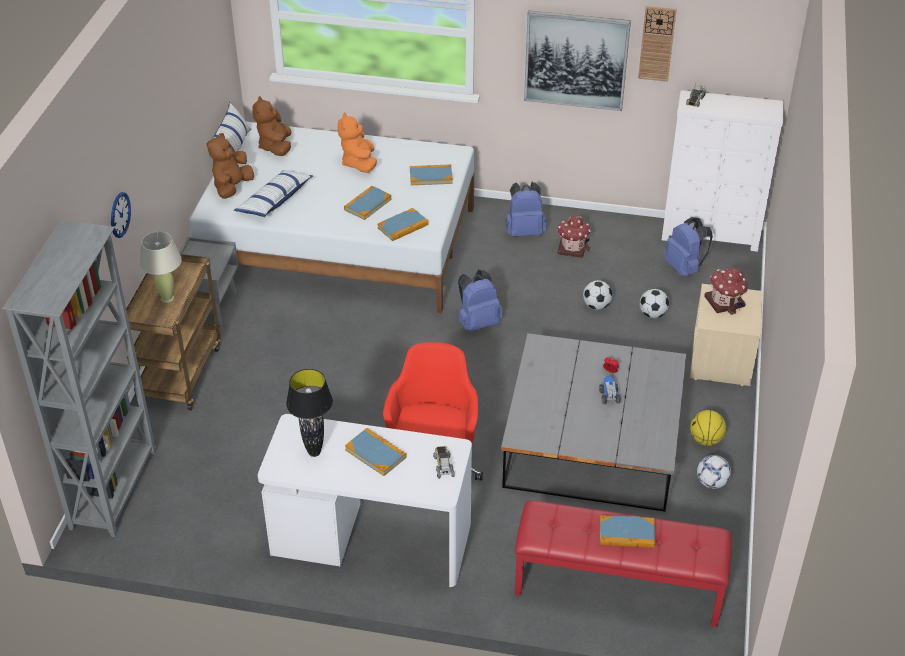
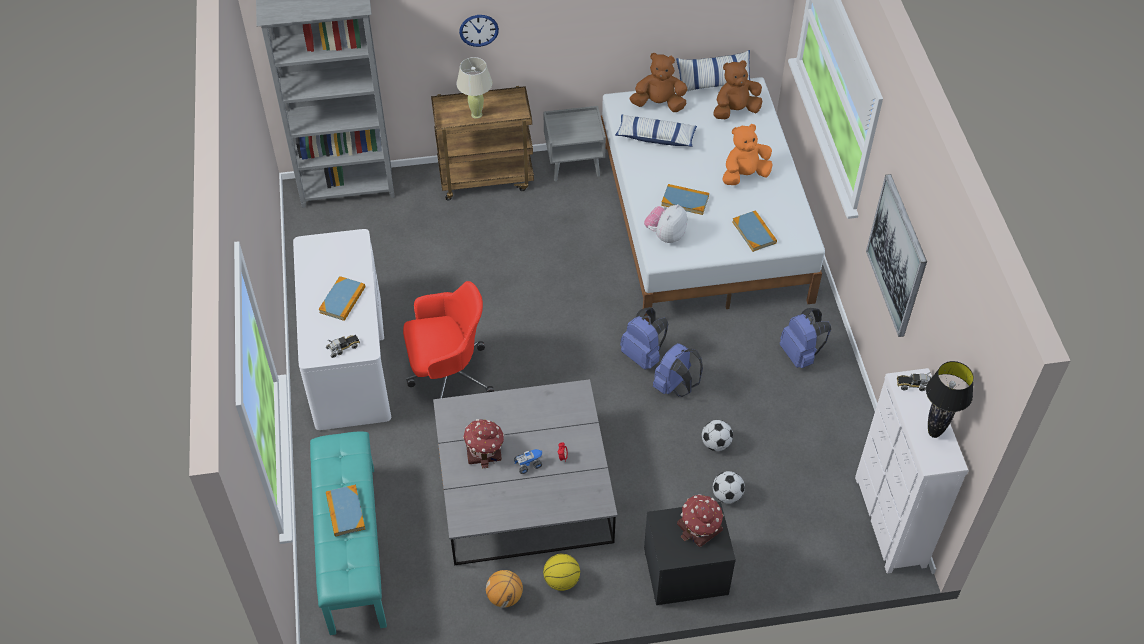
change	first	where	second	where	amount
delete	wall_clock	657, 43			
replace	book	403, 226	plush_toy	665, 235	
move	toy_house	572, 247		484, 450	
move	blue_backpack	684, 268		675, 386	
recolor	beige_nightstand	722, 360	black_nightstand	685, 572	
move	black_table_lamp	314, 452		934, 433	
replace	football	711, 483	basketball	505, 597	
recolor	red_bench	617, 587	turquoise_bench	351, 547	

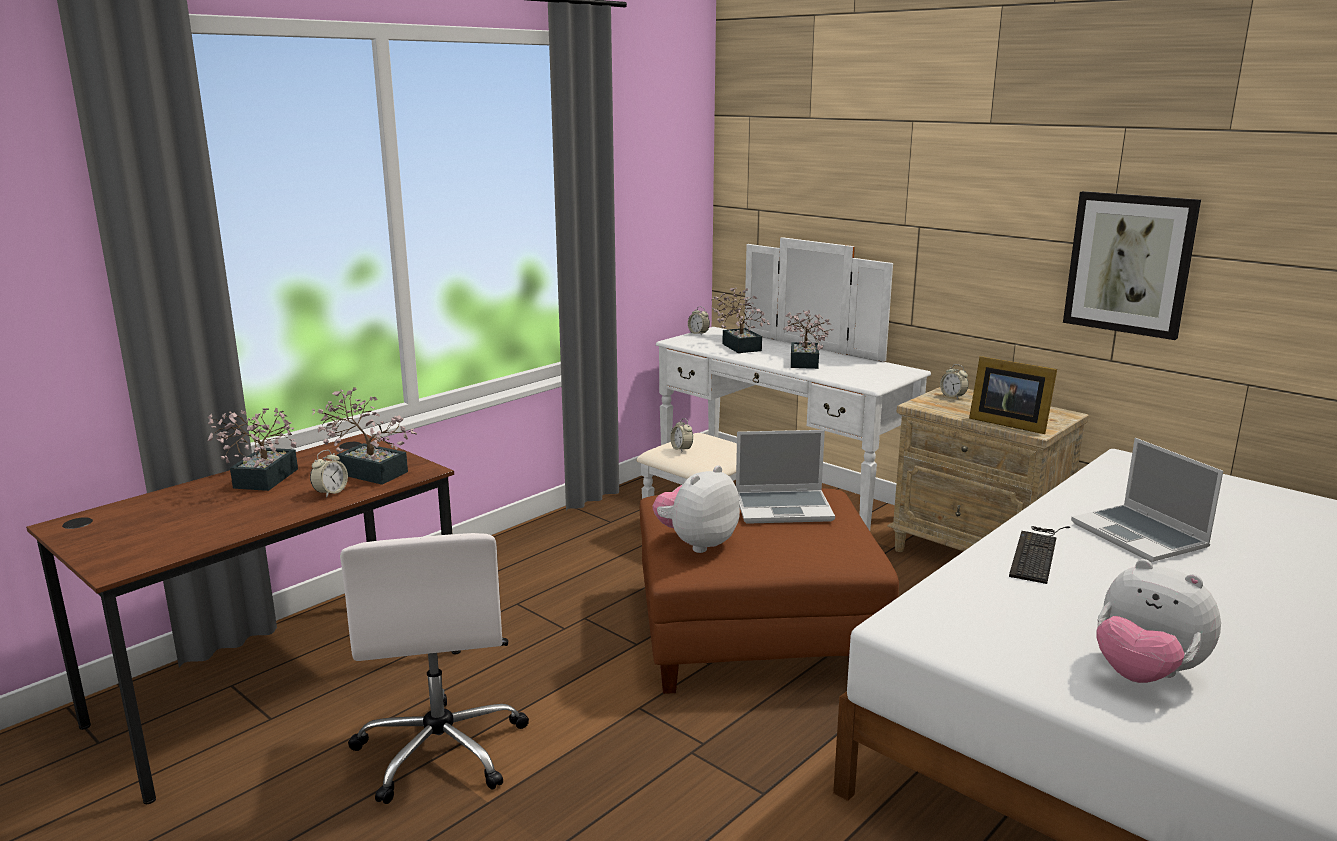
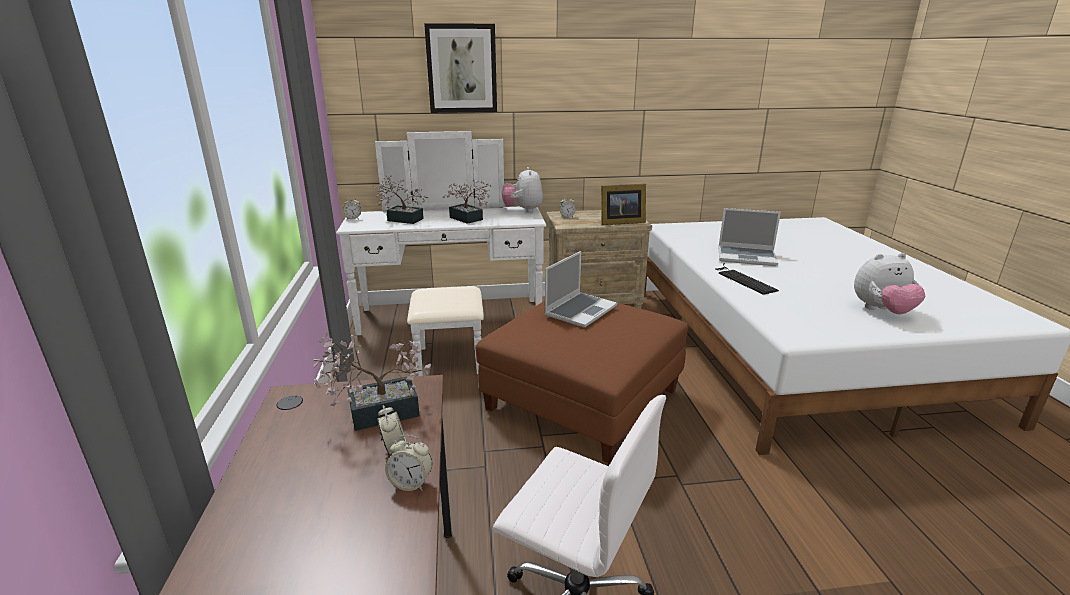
change	first	where	second	where	amount
move	picture	1129, 263		462, 69	
delete	potted_plant	261, 481			
move	alarm_clock	681, 449		411, 483	
move	plush_toy	696, 543		523, 210	

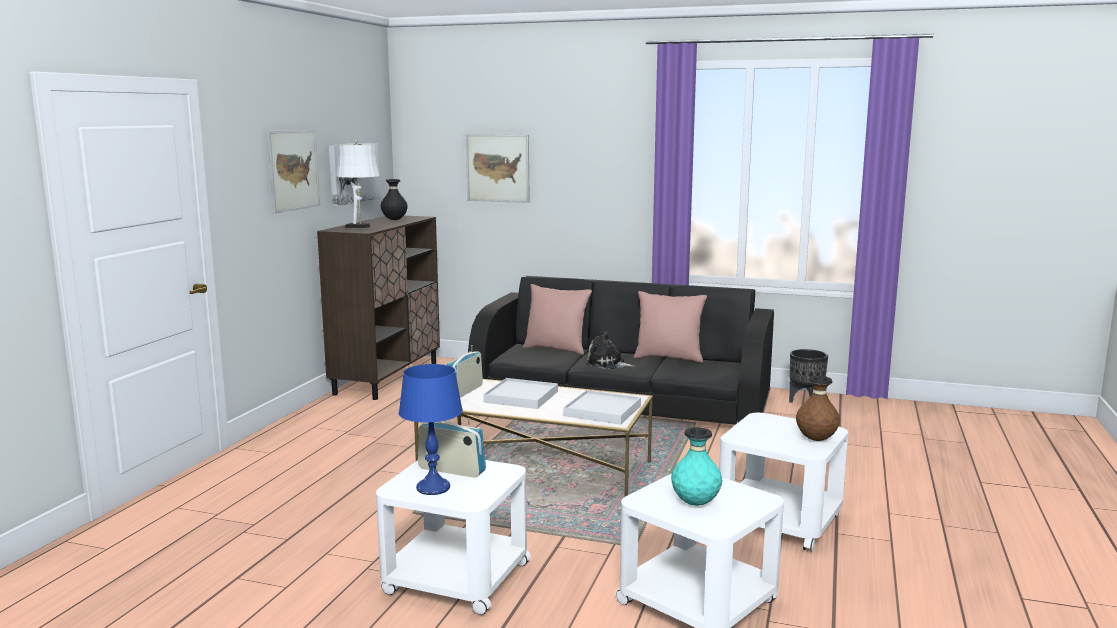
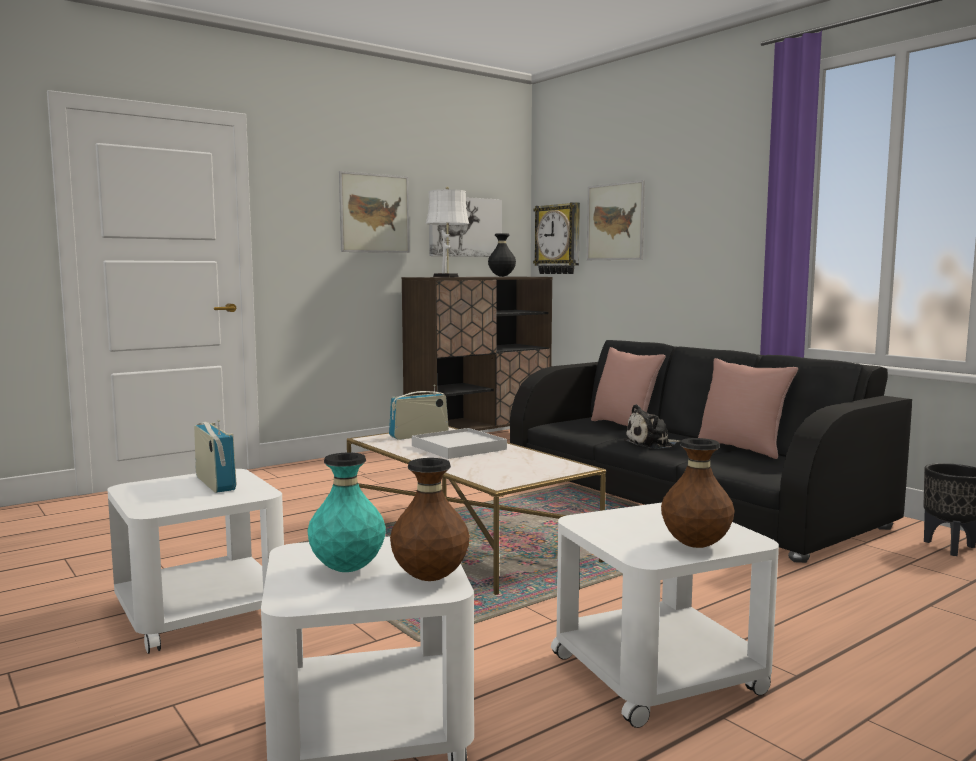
change	first	where	second	where	amount
rotate	plush_toy	607, 364		651, 444	75 degrees counterclockwise
delete	blue_table_lamp	433, 488			
delete	white_tray	603, 411			
insert			wall_clock	558, 239	
insert			brown_vase	430, 578	

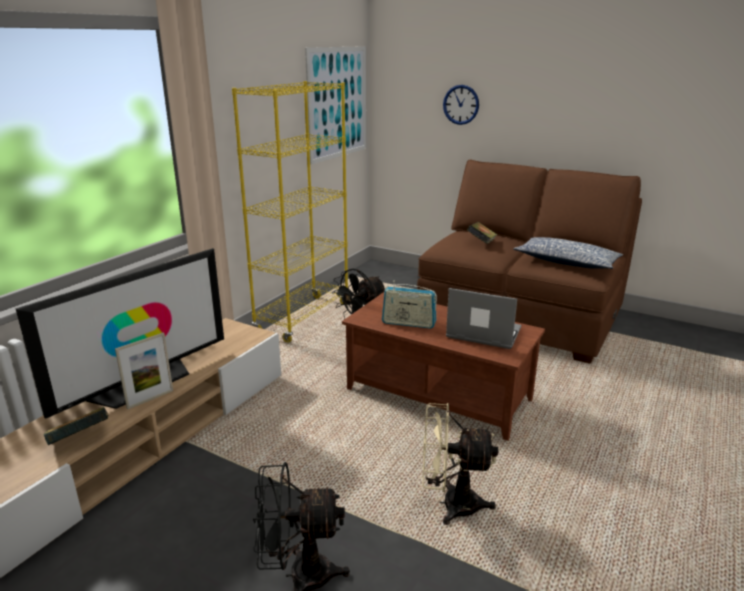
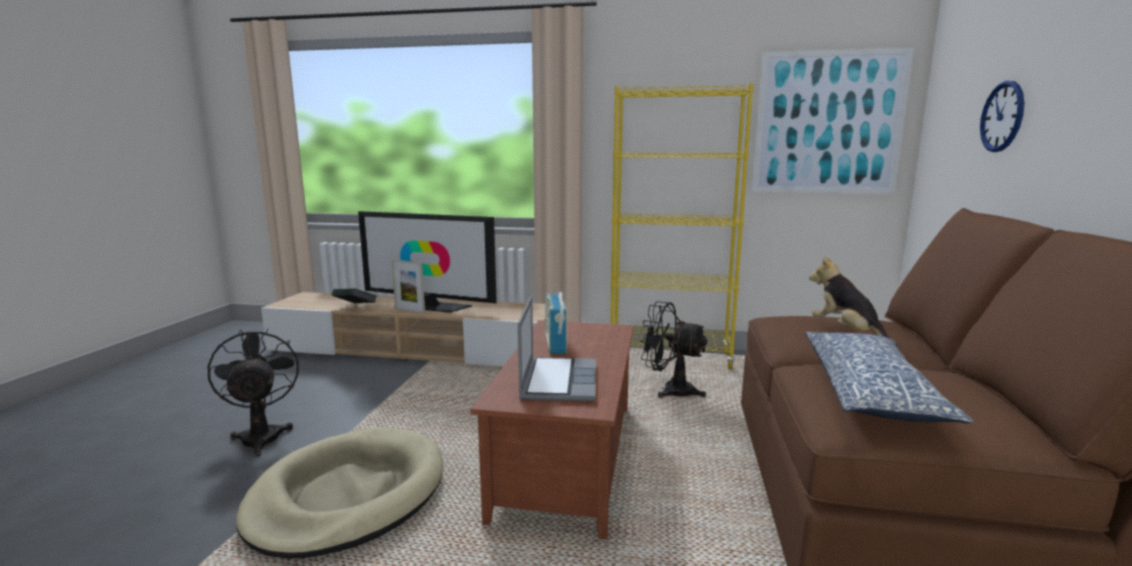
change	first	where	second	where	amount
replace	book	481, 243	plush_toy	847, 332	
replace	beige_fan	450, 504	beige_dog_bed	348, 495	

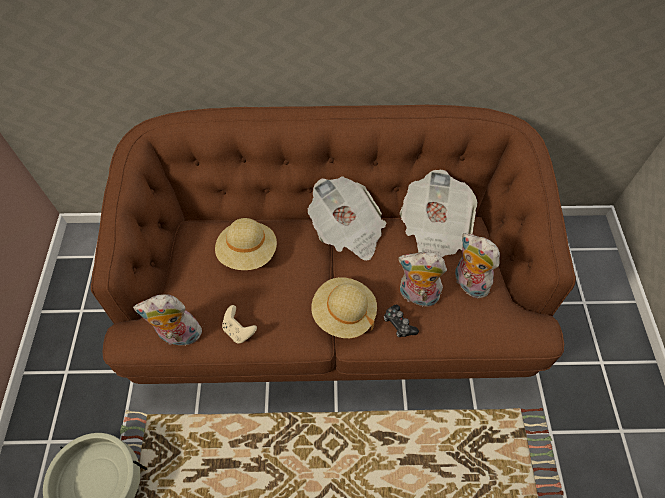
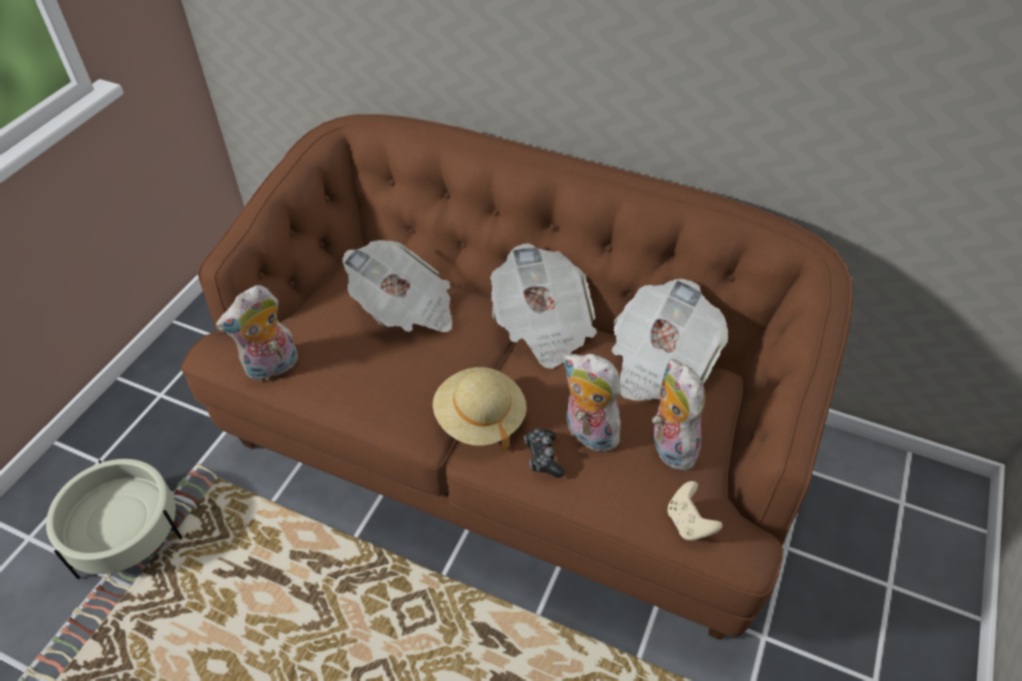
change	first	where	second	where	amount
replace	beige_hat	248, 253	newspaper	405, 309	
rotate	plush_toy	179, 336		272, 368	60 degrees counterclockwise
move	beige_game_controller	239, 330		688, 523	

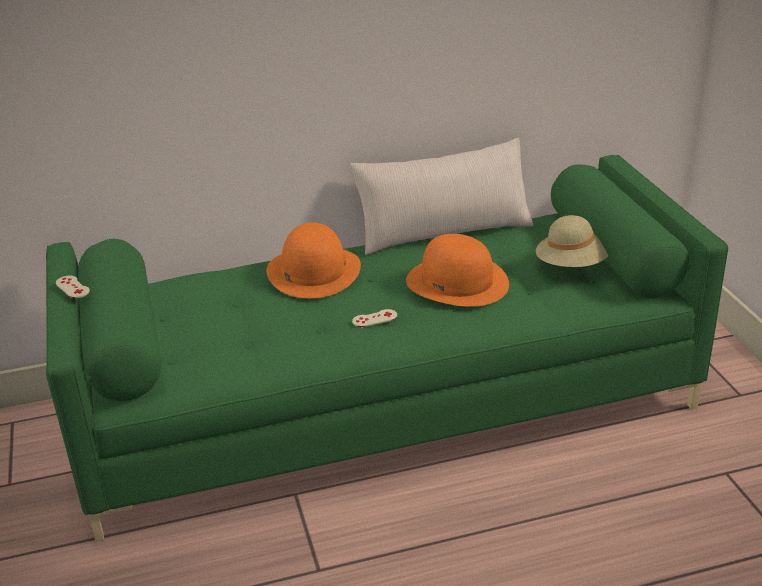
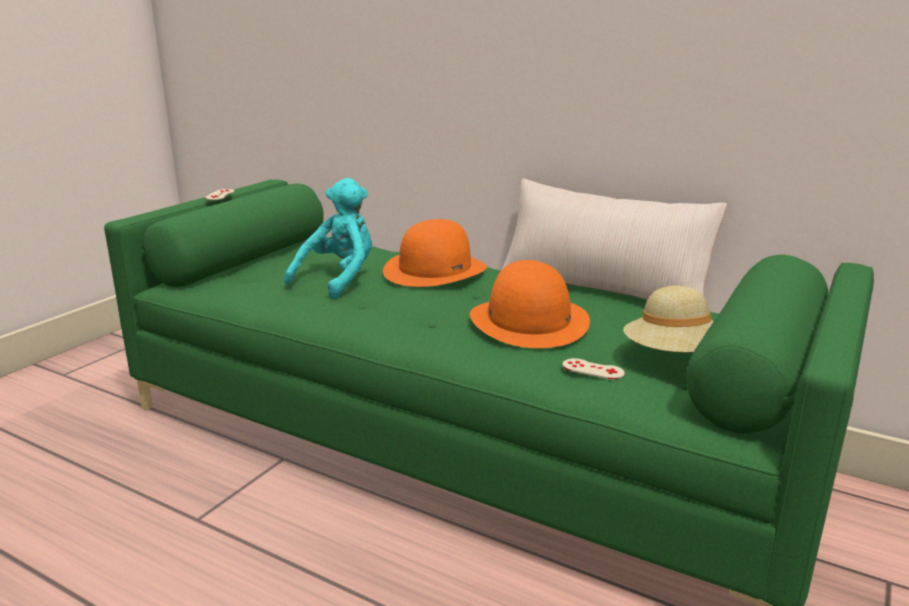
change	first	where	second	where	amount
move	beige_game_controller	374, 318		593, 369	
insert			turquoise_plush_toy	339, 279	

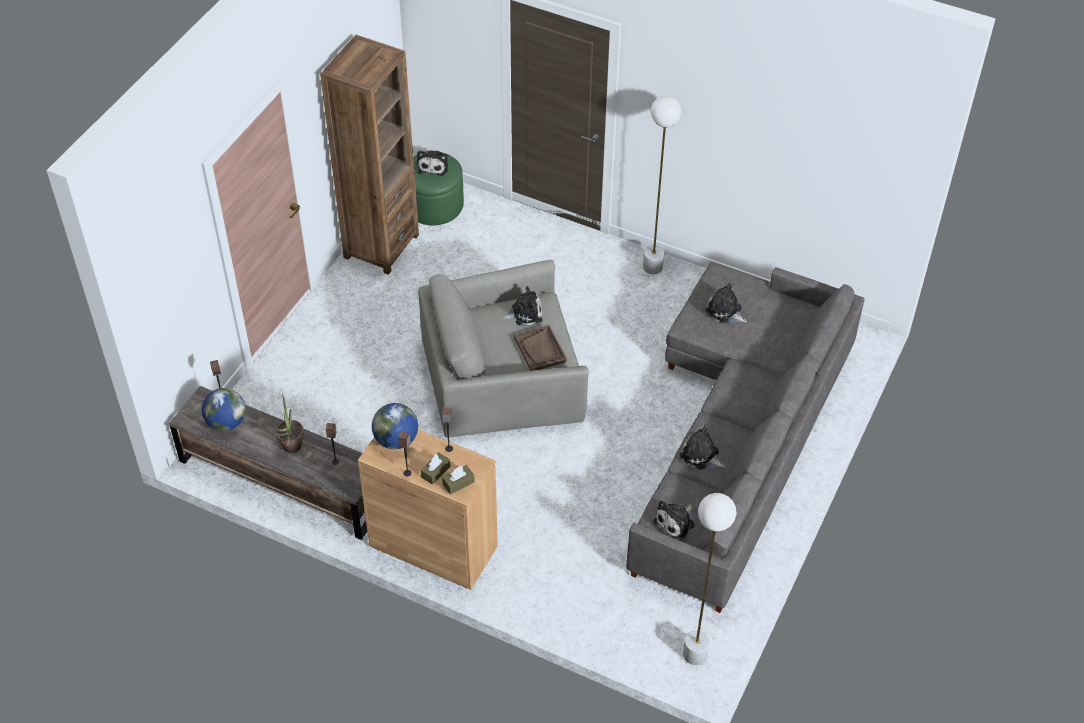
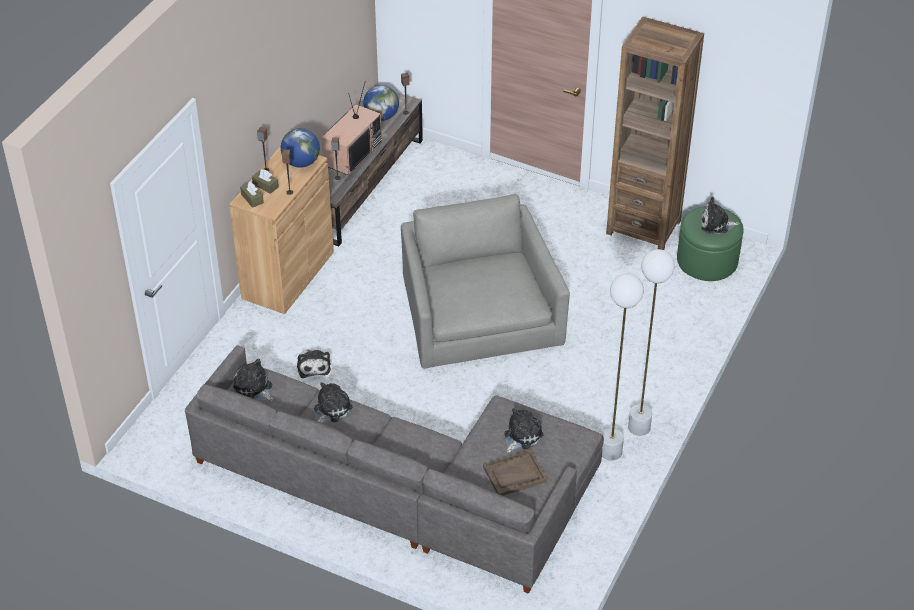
change	first	where	second	where	amount
move	plush_toy	524, 313		313, 366	
move	brown_tray	540, 350		514, 474	
replace	potted_plant	291, 449	television	352, 152	
move	white_floor_lamp	694, 654		610, 452	

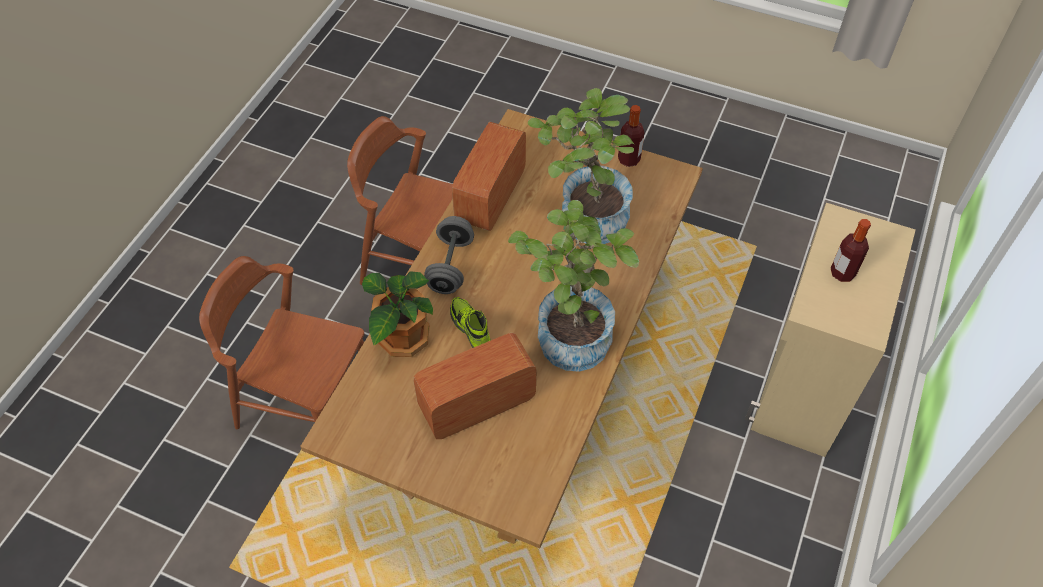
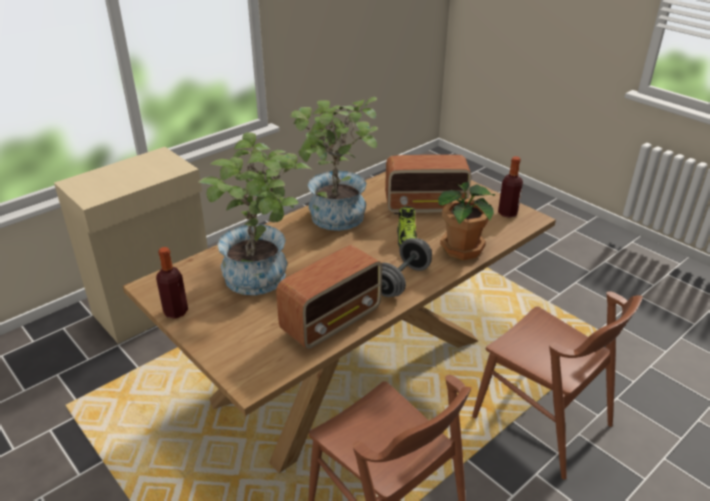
change	first	where	second	where	amount
move	bottle	842, 273		507, 213	

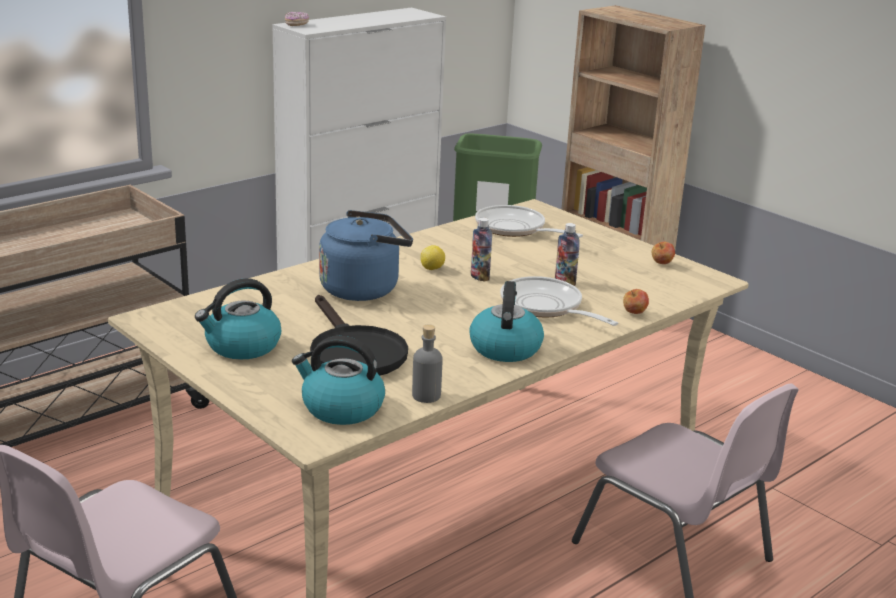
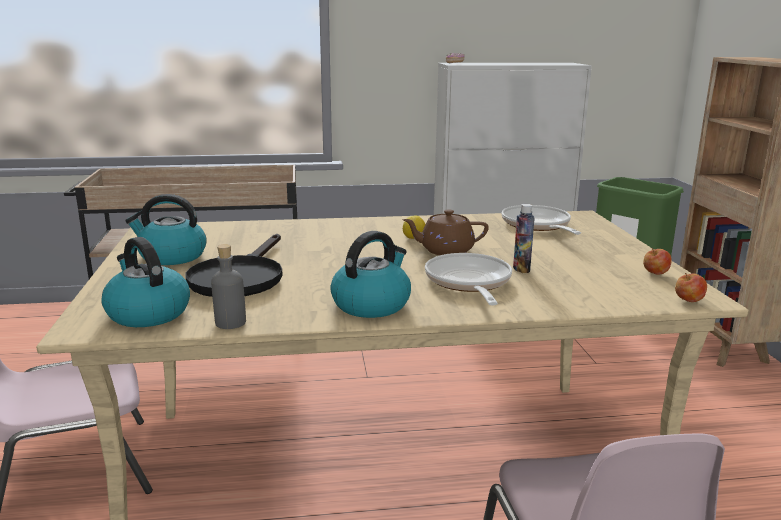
change	first	where	second	where	amount
delete	blue_kettle	364, 288			
replace	bottle	480, 277	brown_teapot	445, 250	
move	apple	634, 313		688, 301	

